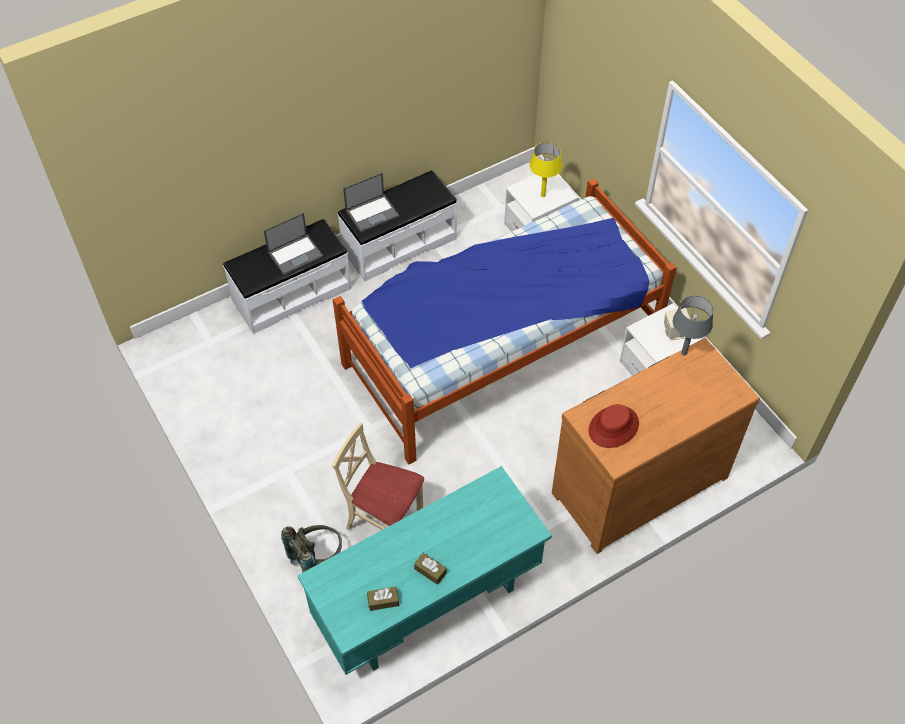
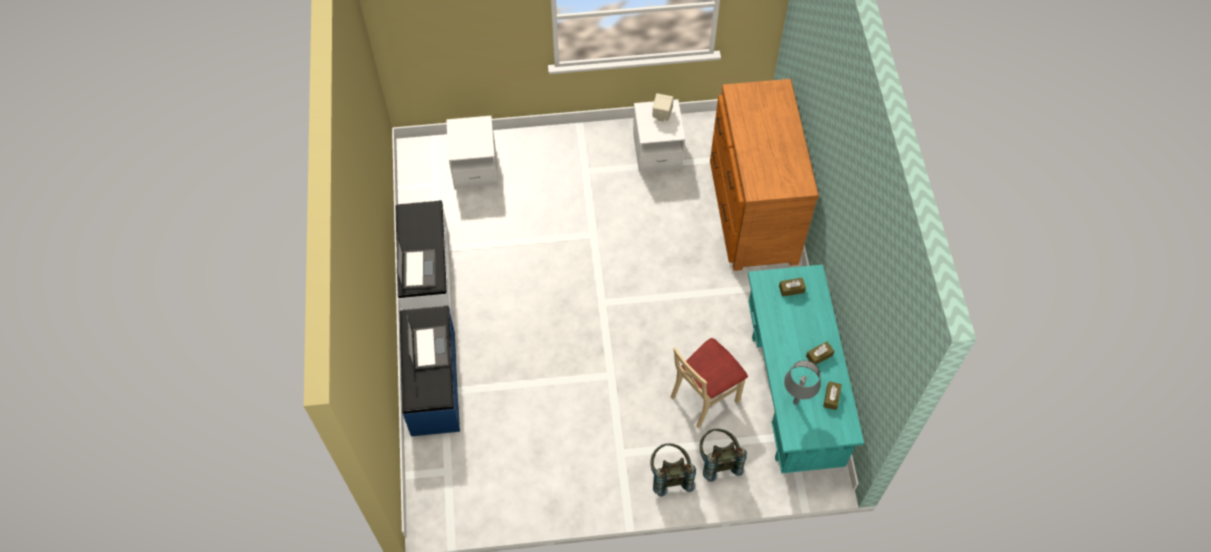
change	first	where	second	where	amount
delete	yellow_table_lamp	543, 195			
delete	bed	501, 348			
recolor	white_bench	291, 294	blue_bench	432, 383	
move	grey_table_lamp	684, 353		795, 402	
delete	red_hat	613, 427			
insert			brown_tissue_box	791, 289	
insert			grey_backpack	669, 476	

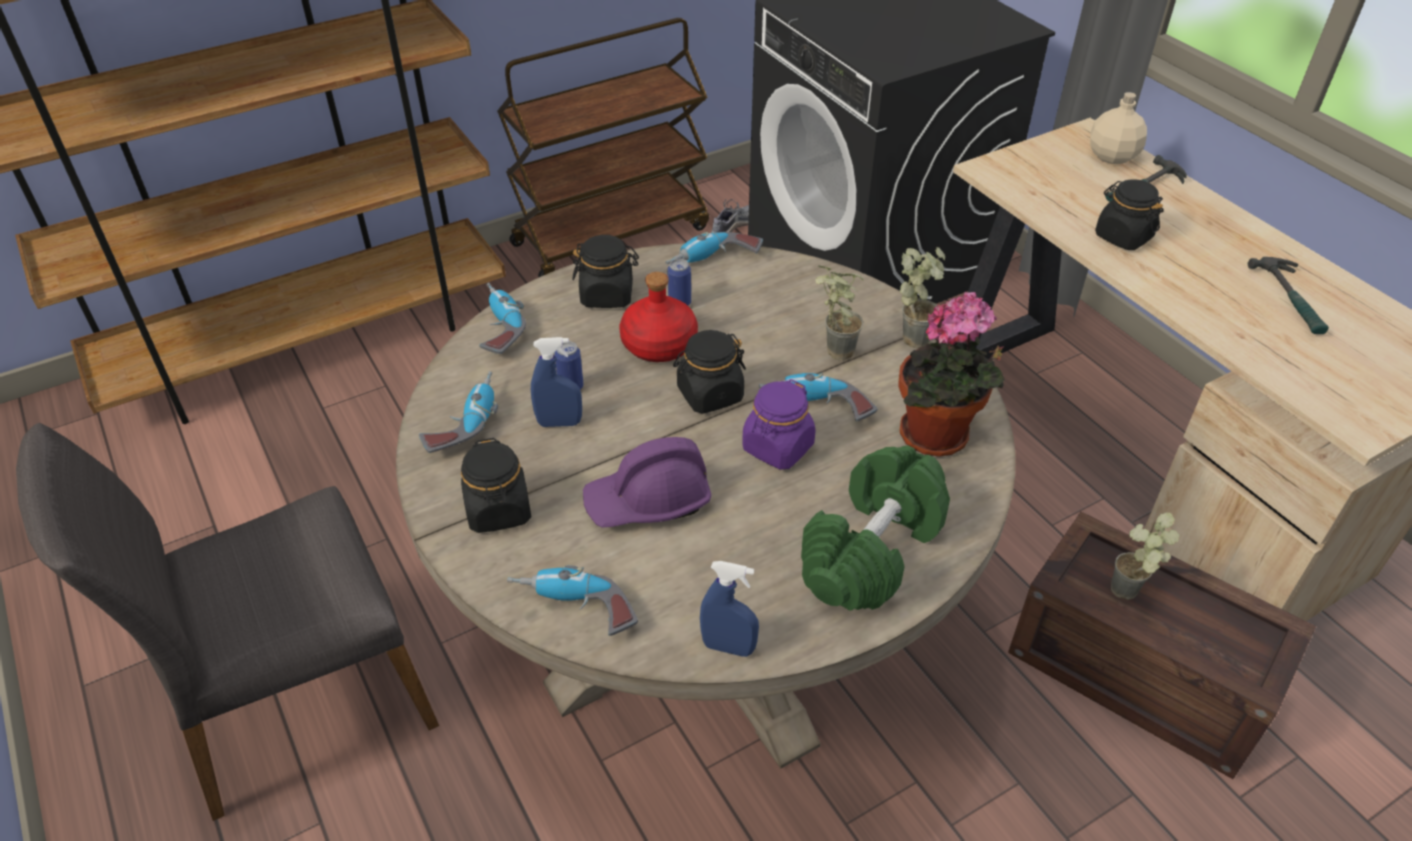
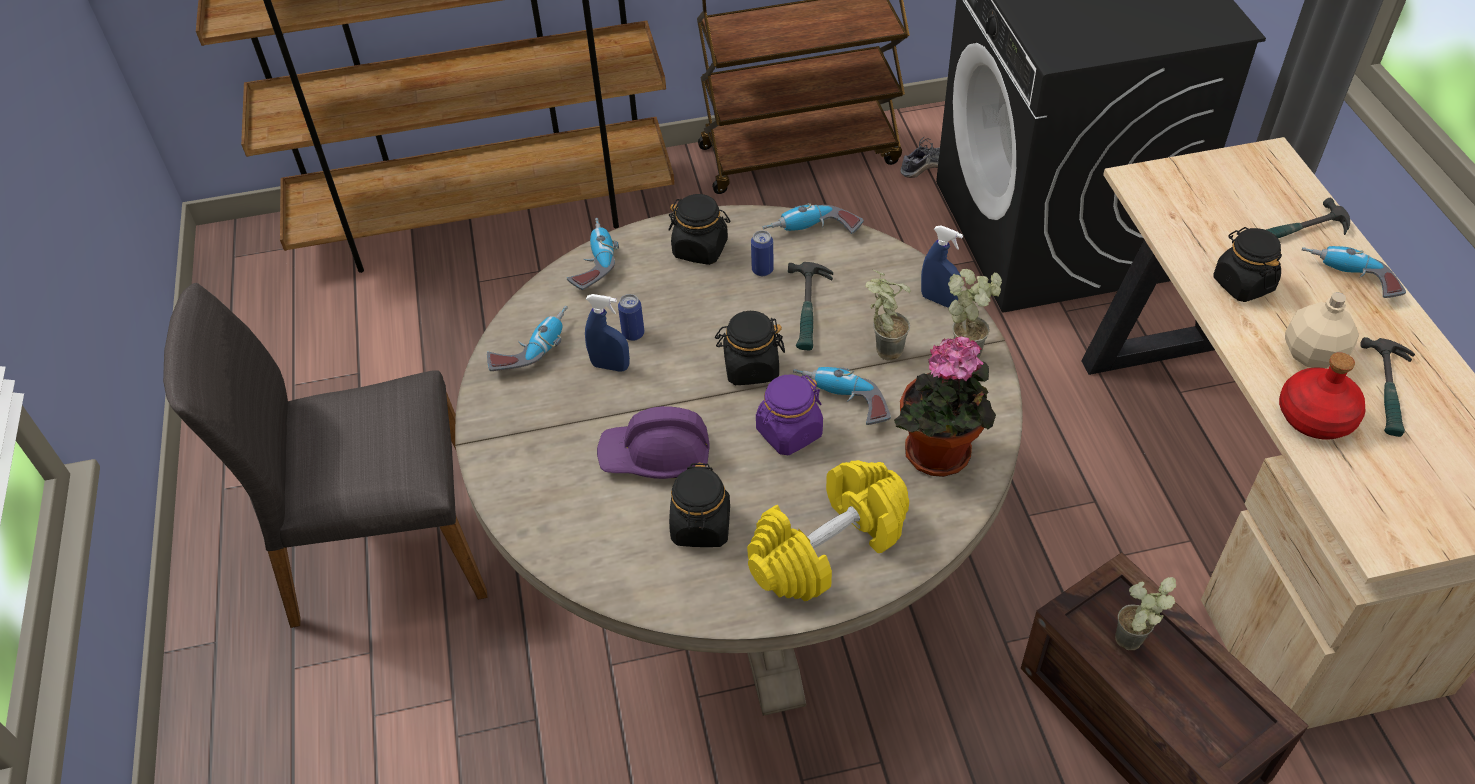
change	first	where	second	where	amount
move	beige_bottle	1111, 156		1311, 355	
move	red_bottle	659, 345		1315, 417	
move	black_jar	499, 510		701, 526	
recolor	green_dumbbell	871, 549	yellow_dumbbell	828, 547	
move	blue_spray_bottle	728, 647		938, 300	
move	power_drill	573, 609		1348, 279	
insert			hammer	809, 310	

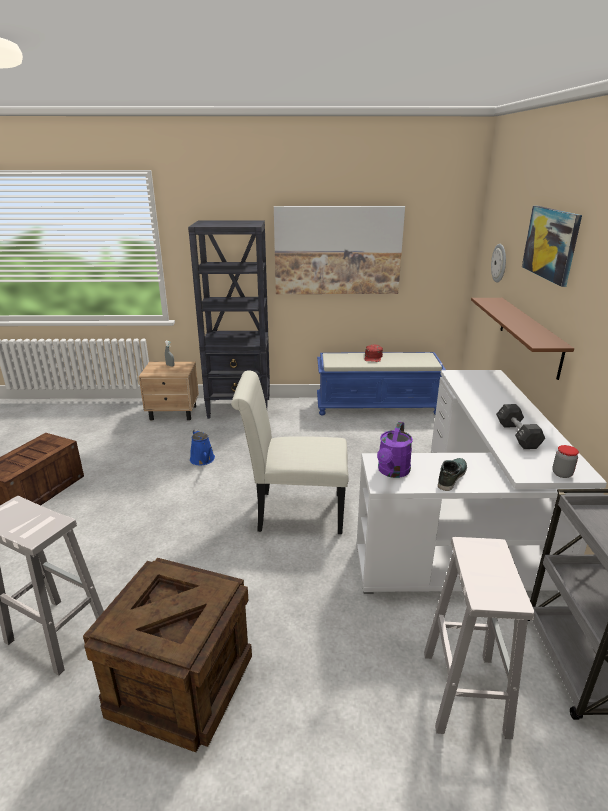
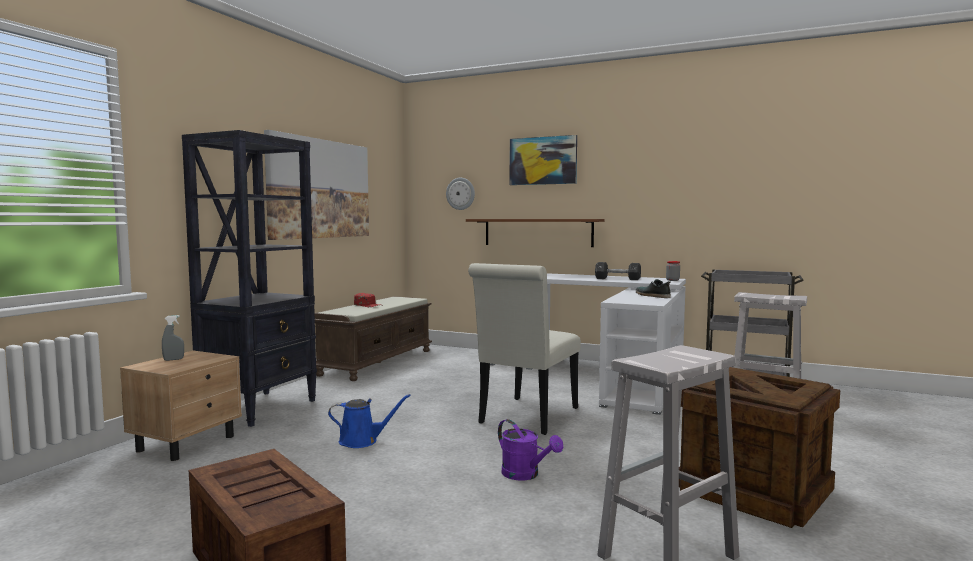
change	first	where	second	where	amount
recolor	blue_bench	377, 406	brown_bench	377, 362	
move	purple_watering_can	392, 472		525, 475	

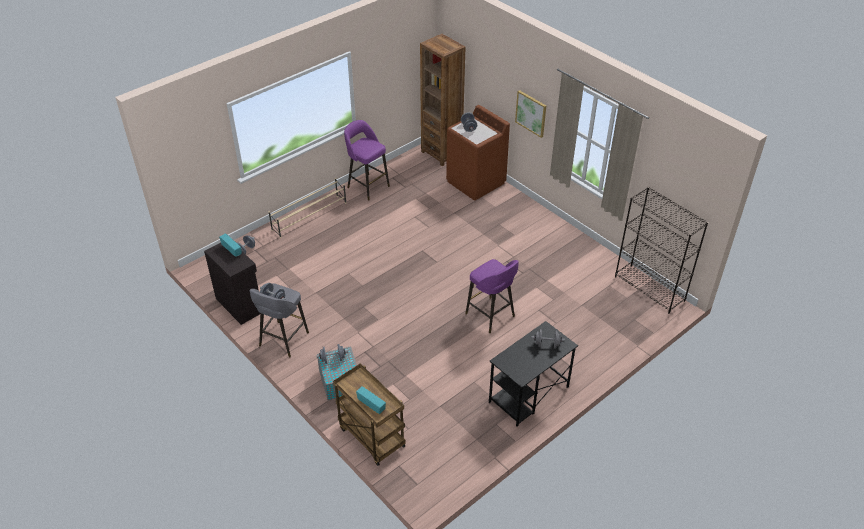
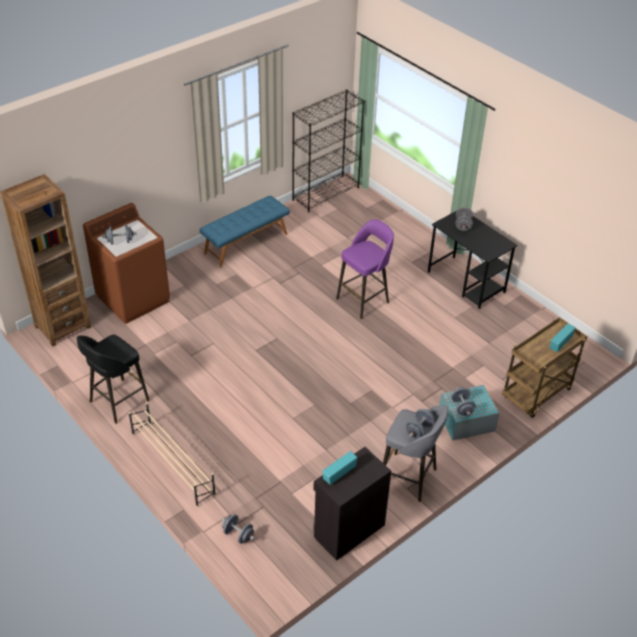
change	first	where	second	where	amount
delete	picture	531, 113			
recolor	purple_stool	367, 186	black_stool	117, 402	
insert			blue_bench	245, 243	

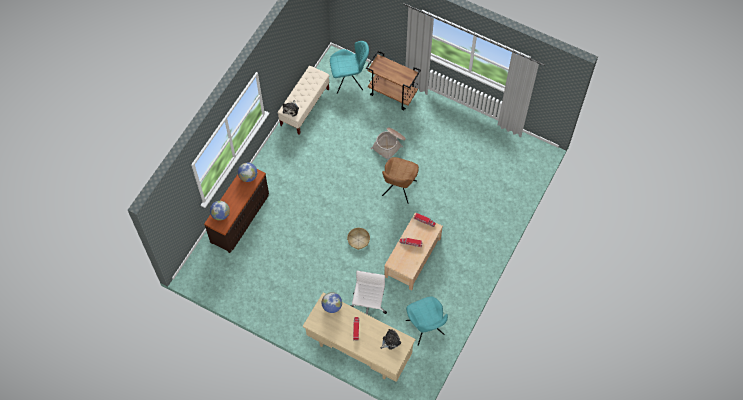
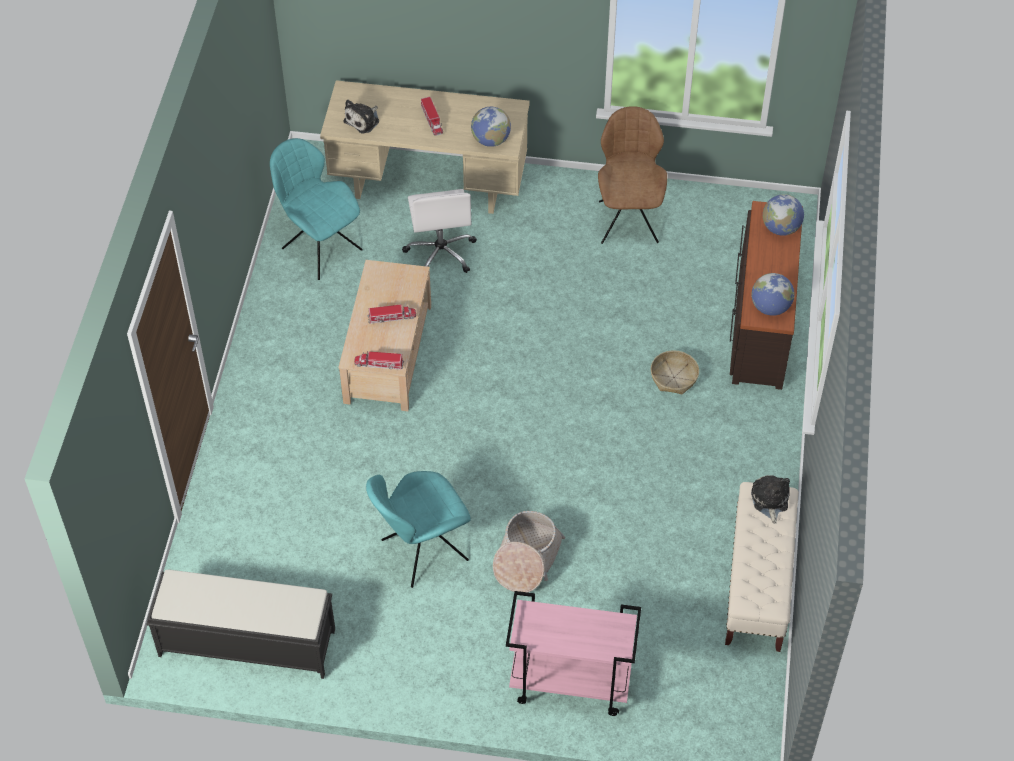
change	first	where	second	where	amount
move	turquoise_chair	349, 81		421, 551	
recolor	brown_cart	393, 94	pink_cart	569, 683	
move	brown_chair	399, 189		628, 219	
move	basket	358, 240		674, 377	
insert			black_bench	245, 642	

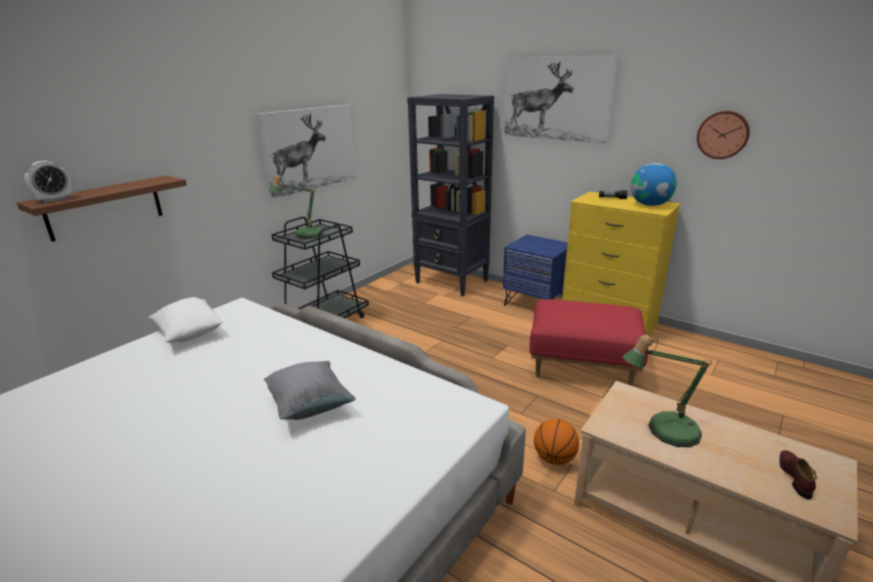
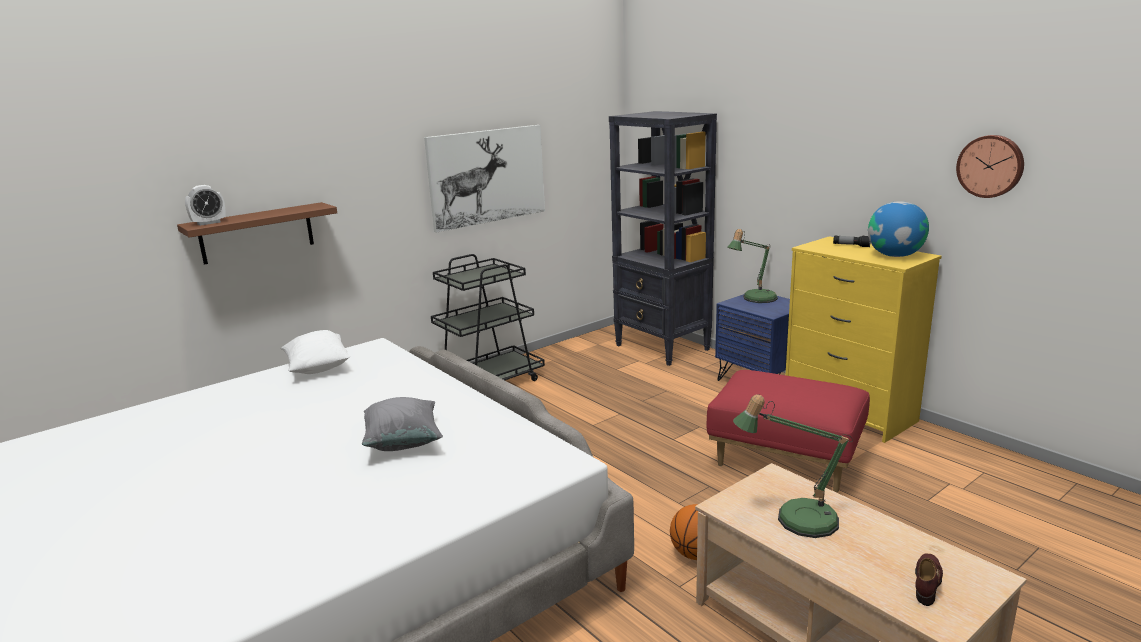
change	first	where	second	where	amount
delete	picture	557, 99			
move	table_lamp	304, 235		755, 299	

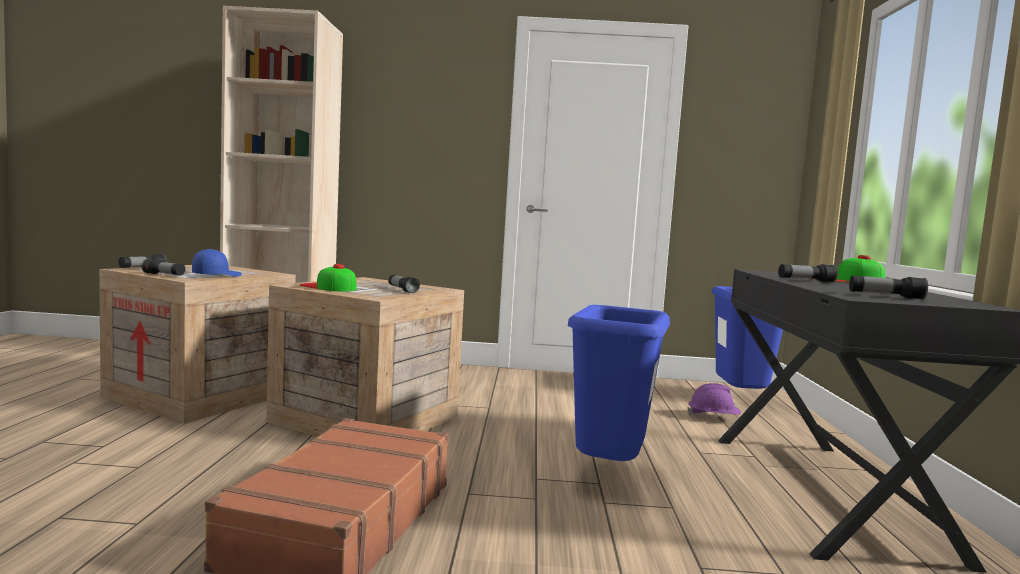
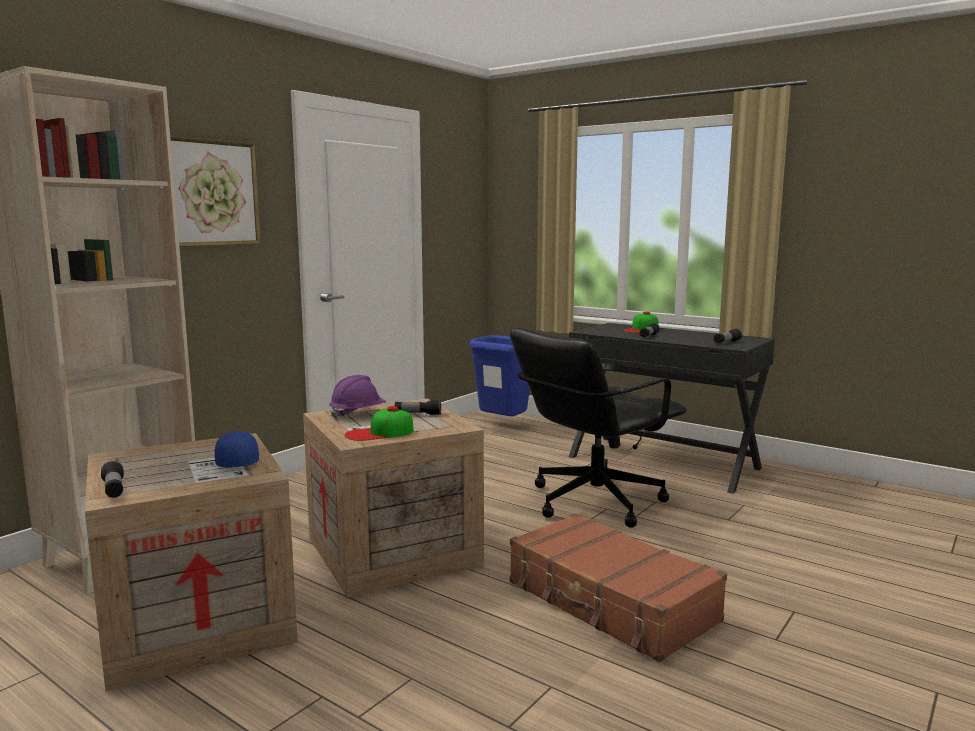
change	first	where	second	where	amount
delete	flashlight	164, 275			
replace	blue_trash_can	608, 473	black_office_chair	593, 501	
move	purple_hard_hat	713, 417		357, 414	
insert			picture	211, 193	

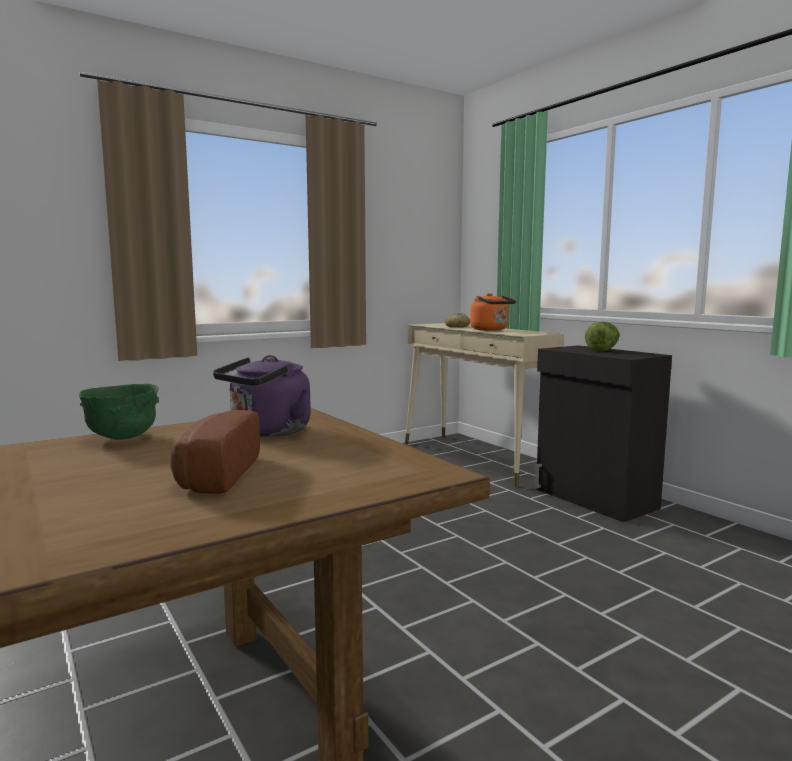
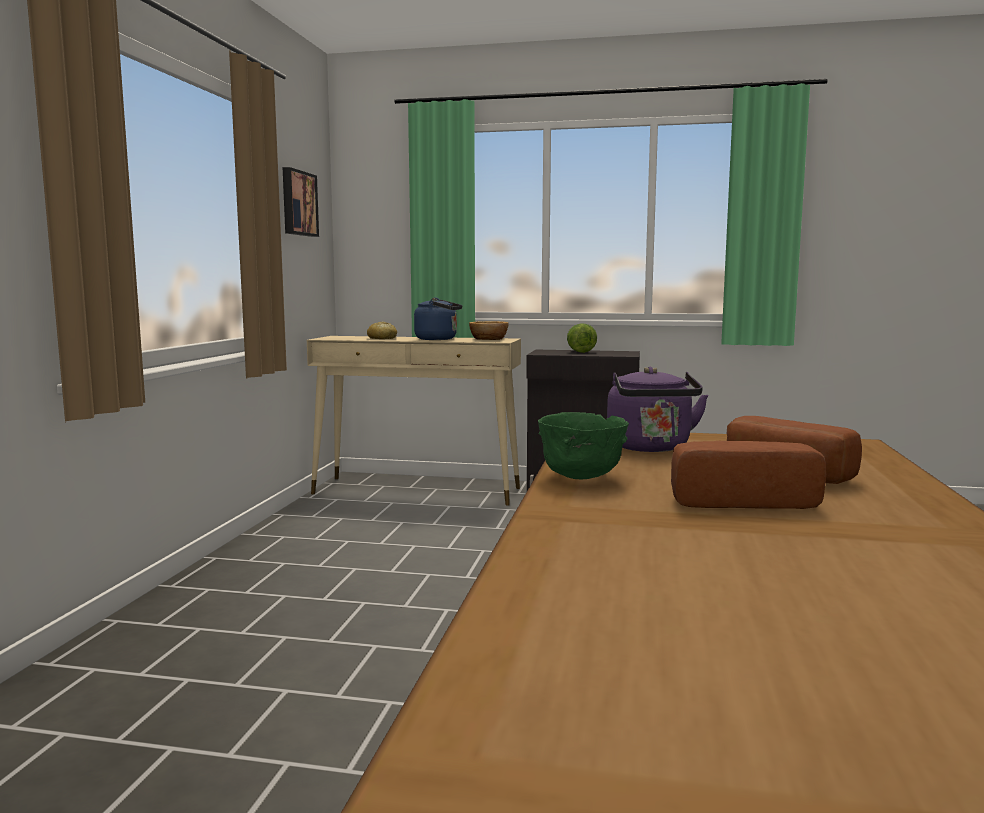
change	first	where	second	where	amount
recolor	orange_kettle	491, 330	blue_kettle	439, 339	
insert			picture	298, 203	
insert			bowl	489, 339	
insert			bread	739, 500	

